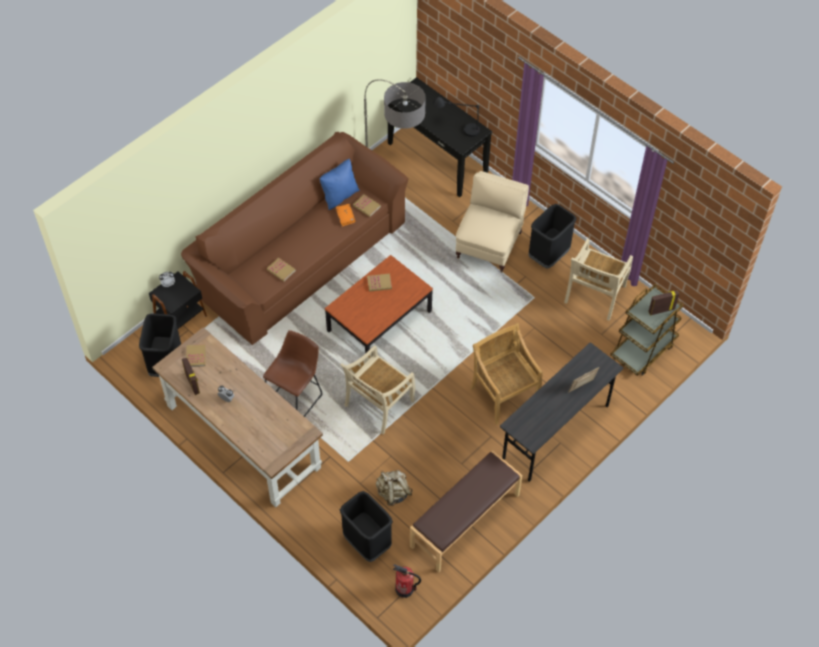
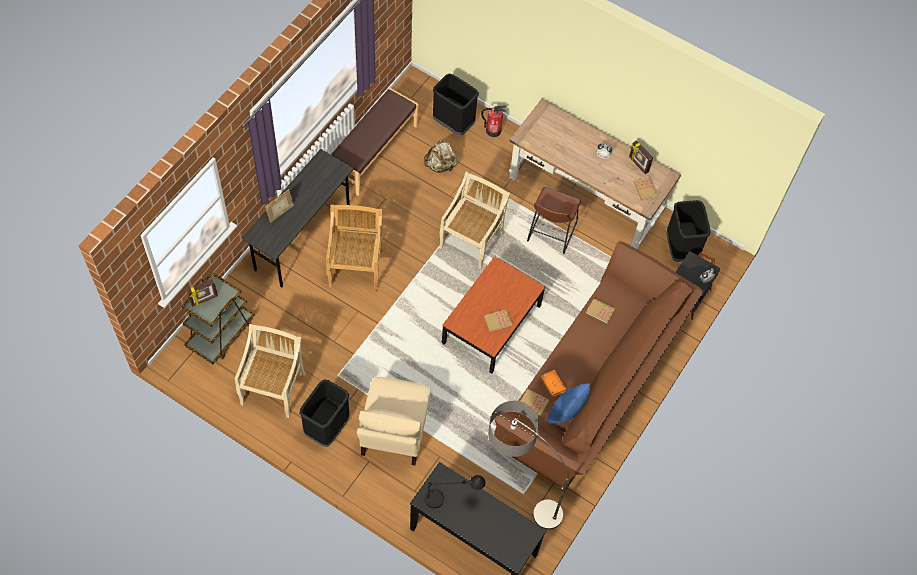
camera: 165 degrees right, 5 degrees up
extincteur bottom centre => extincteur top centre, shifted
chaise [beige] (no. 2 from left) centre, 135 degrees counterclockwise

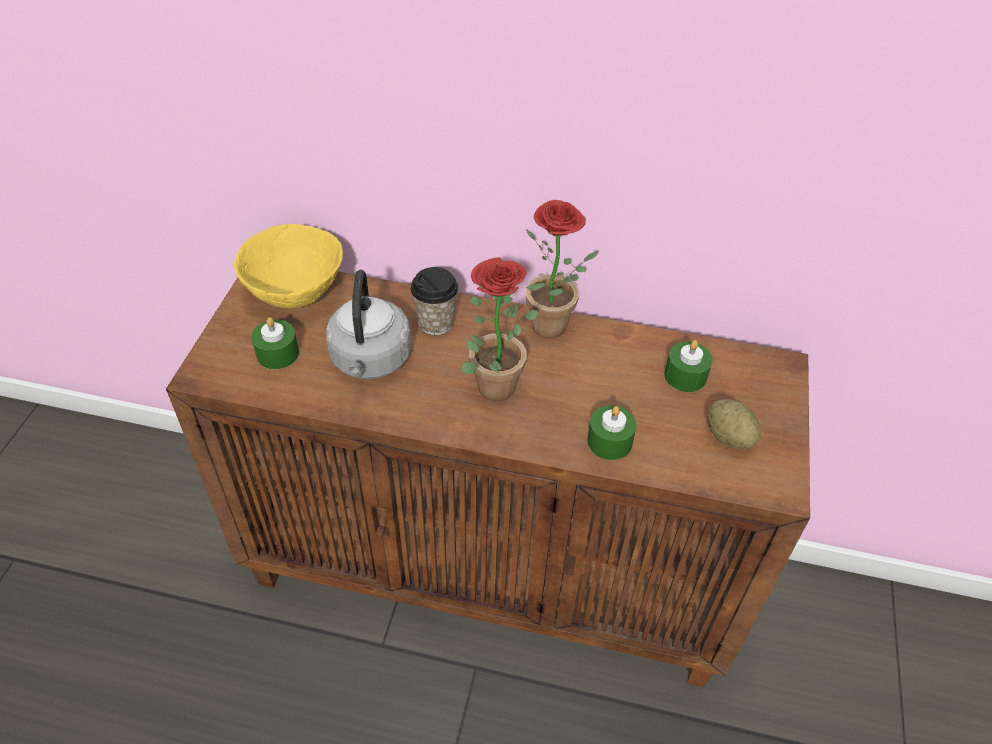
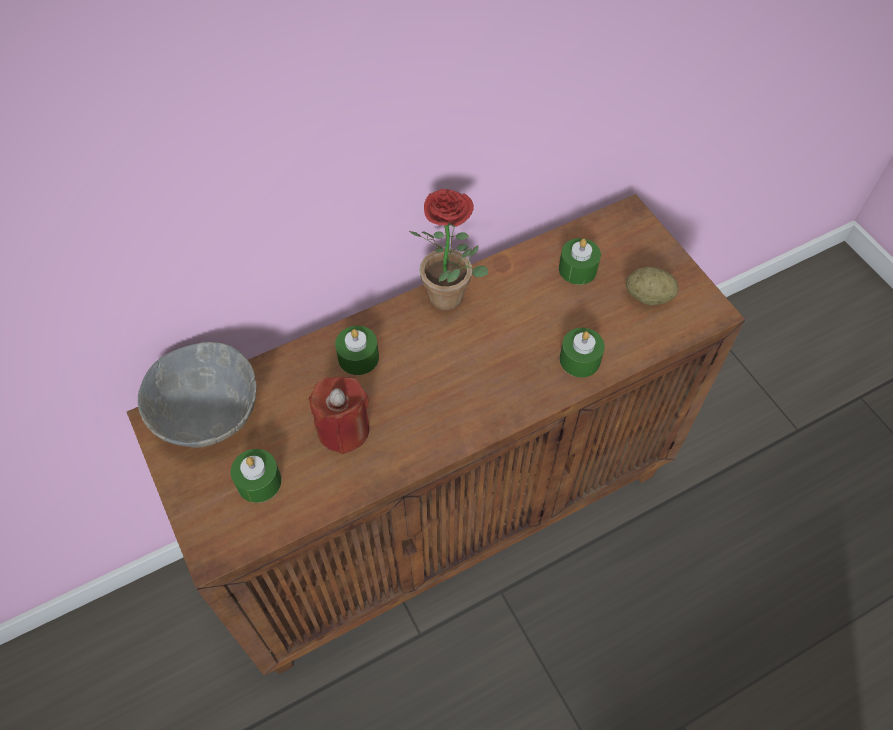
camera: 40 degrees left, 10 degrees up
plante en pot (no. 1 from left) centre => nothing
bouilloire [gris] centre => bougie [rouge] centre
tasse centre => bougie [vert] (no. 2 from left) centre
bol [jaune] middle left => bol [gris] middle left

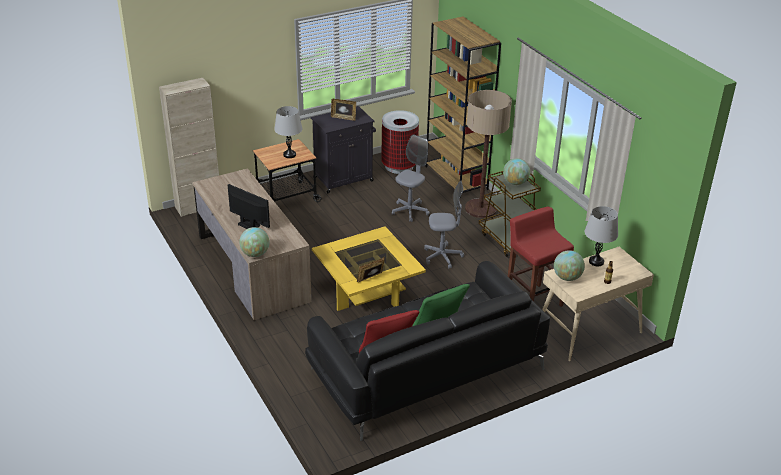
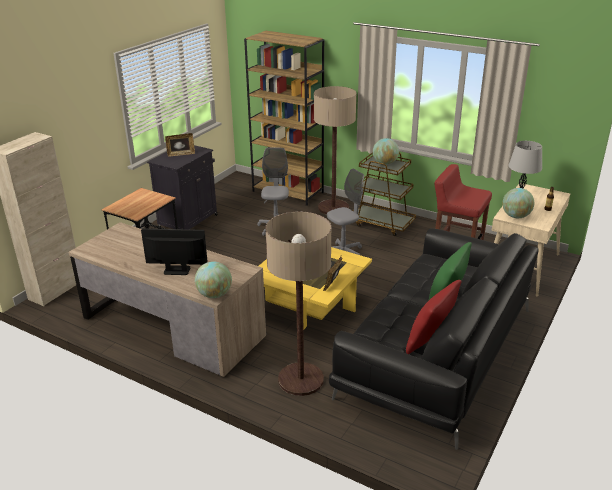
camera: 30 degrees left, 5 degrees down
lampe de table [gris] (no. 1 from left) top centre => nothing
poubelle top centre => nothing
nothing => lampadaire (no. 1 from left) centre

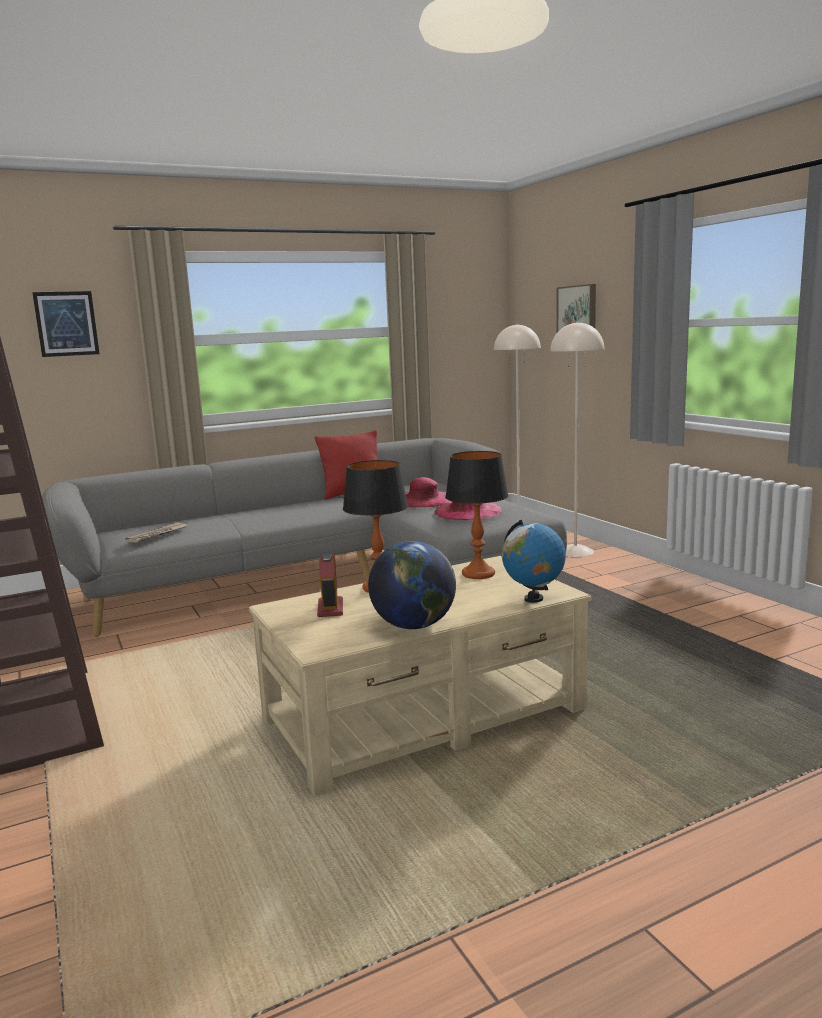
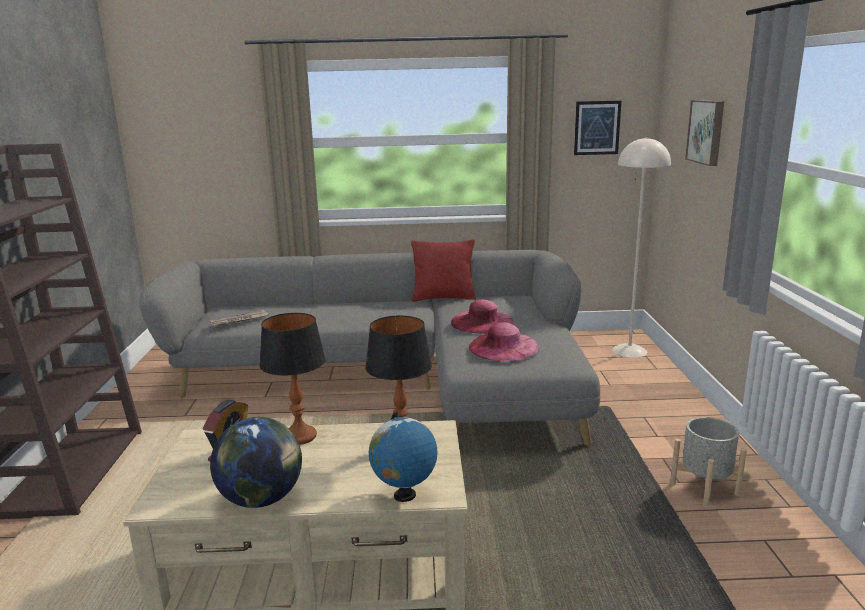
camera: 25 degrees right, 5 degrees up
lampadaire [beige] (no. 2 from left) middle right => nothing
nothing => cache-pot [gris] bottom right
tableau (no. 1 from left) top left => tableau (no. 1 from left) top right, shifted

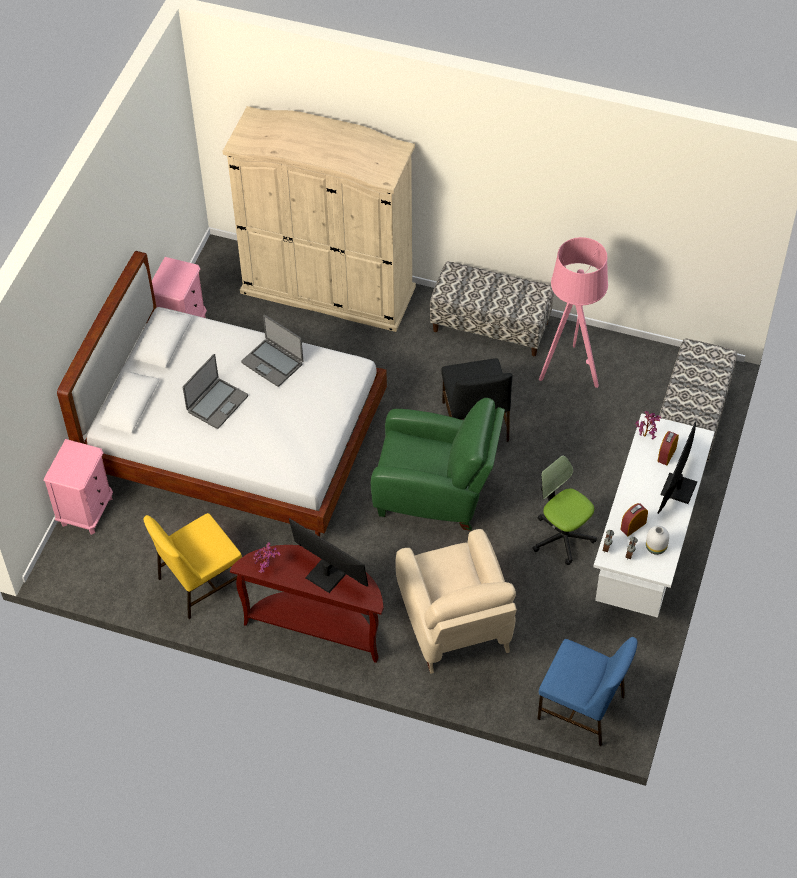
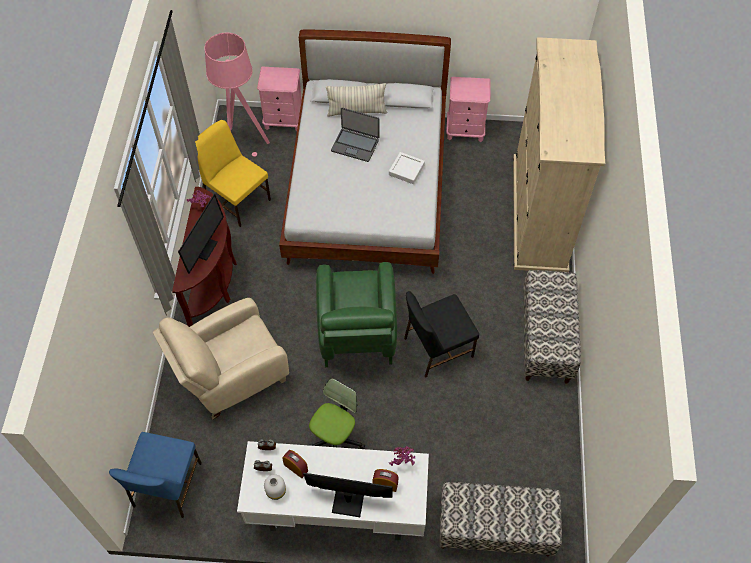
camera: 75 degrees right, 5 degrees up
nothing => coussin top centre
lampadaire [rose] middle right => lampadaire [rose] top left, shifted
ordinateur portable (no. 2 from left) centre => plateau [blanc] top centre

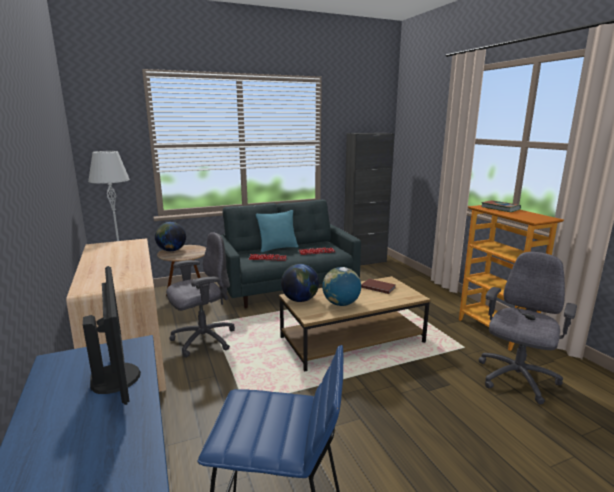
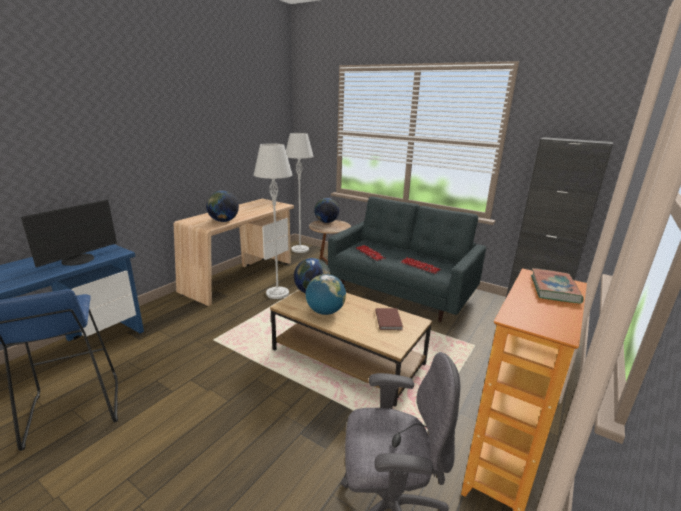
camera: 55 degrees right, 5 degrees up
coussin [turquoise] centre => nothing
nothing => globe (no. 1 from left) middle left
chaise de bureau [gris] (no. 1 from left) middle left => lampadaire [gris] (no. 1 from left) centre

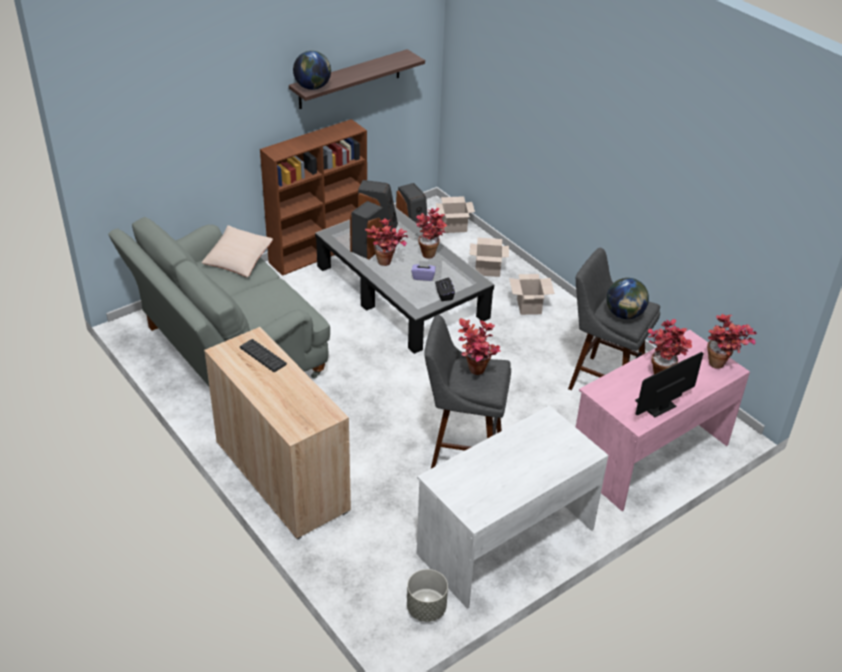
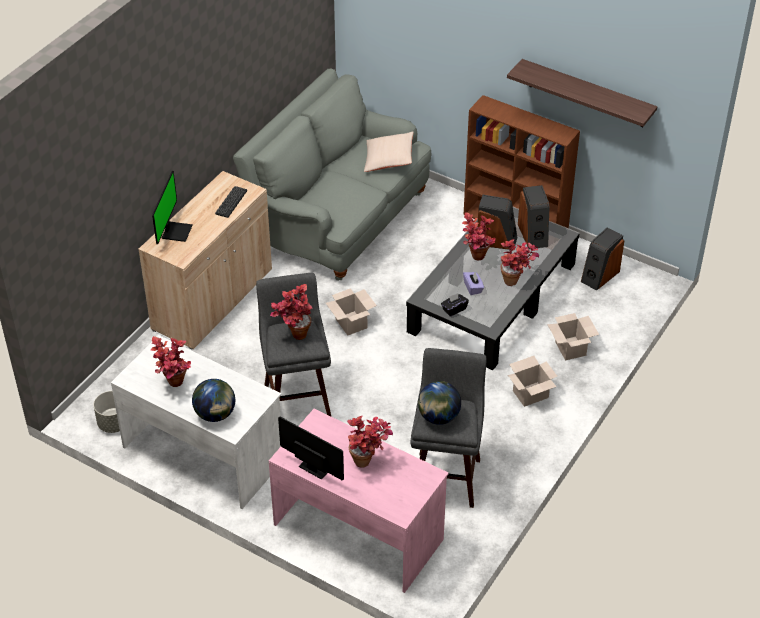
camera: 70 degrees right, 5 degrees up
nothing => écran d'ordinateur (no. 1 from left) middle left
globe (no. 1 from left) top centre => globe (no. 1 from left) middle left, shifted
carton (no. 1 from left) top centre => carton (no. 1 from left) centre, shifted
plante en pot (no. 5 from left in the first image) middle right => plante en pot (no. 1 from left) middle left, shifted

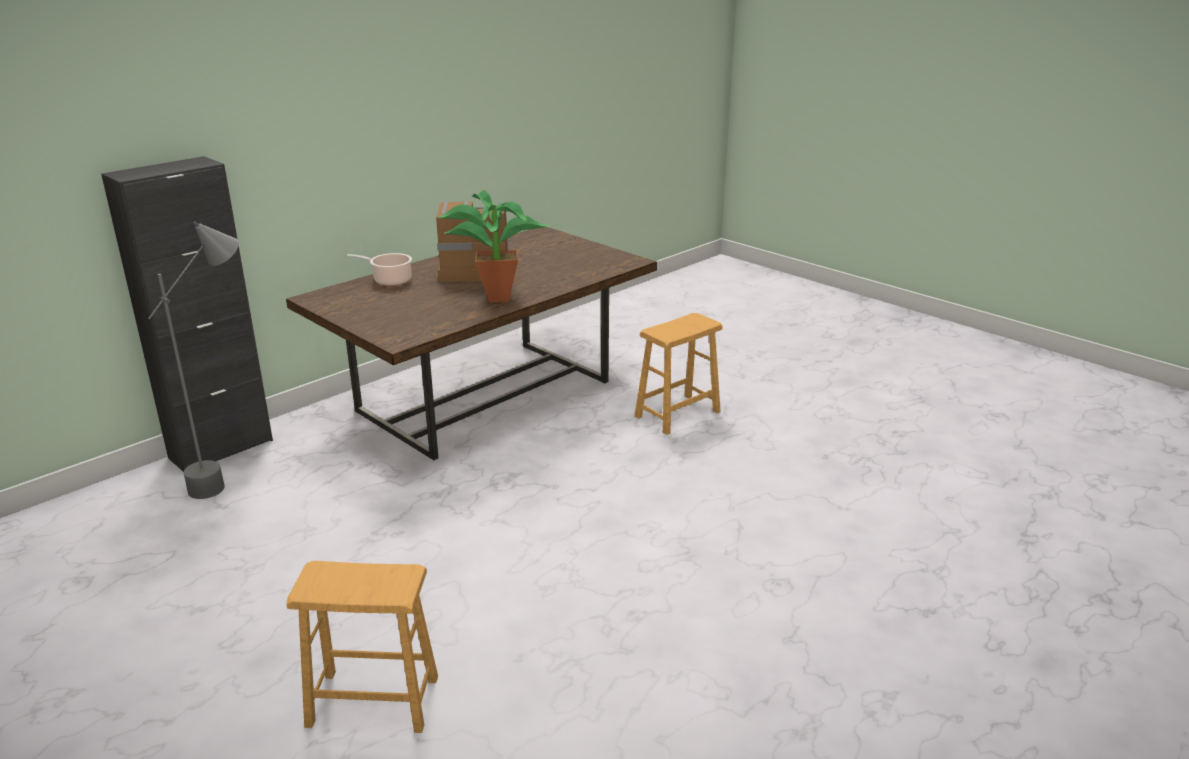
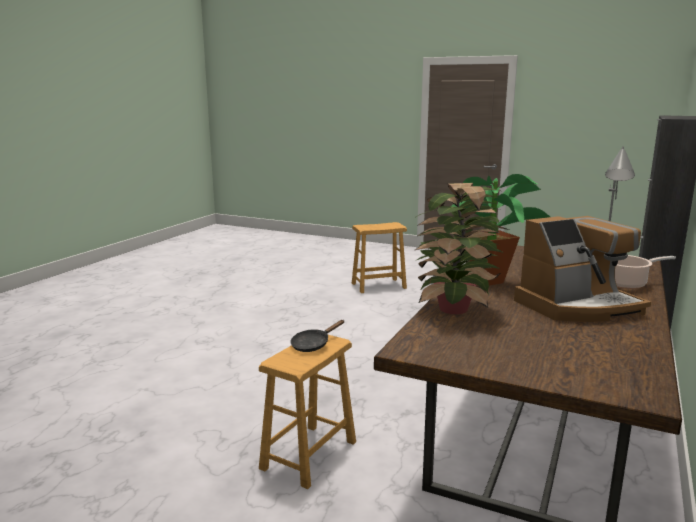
camera: 160 degrees right, 10 degrees down
nothing => poêle [noir] centre
nothing => plante en pot (no. 1 from left) centre

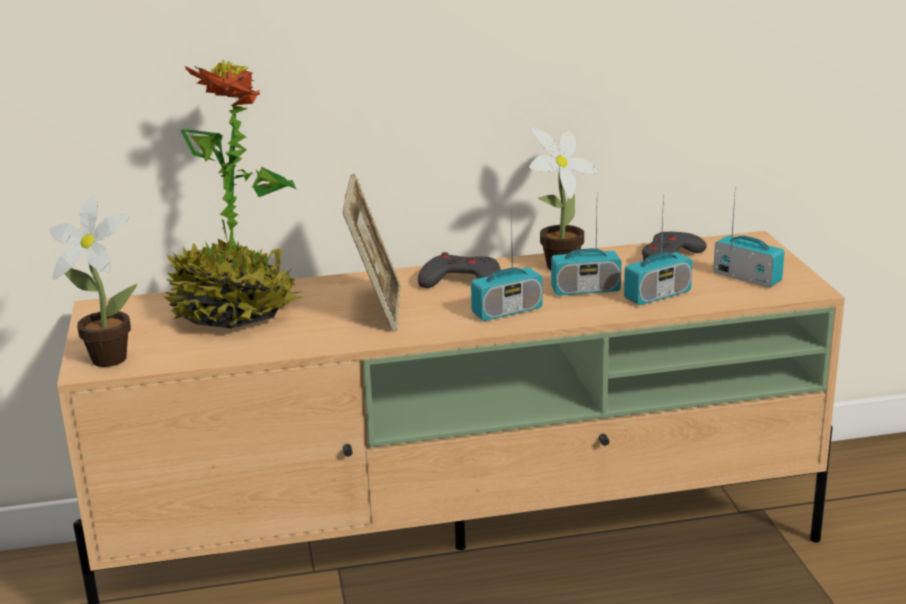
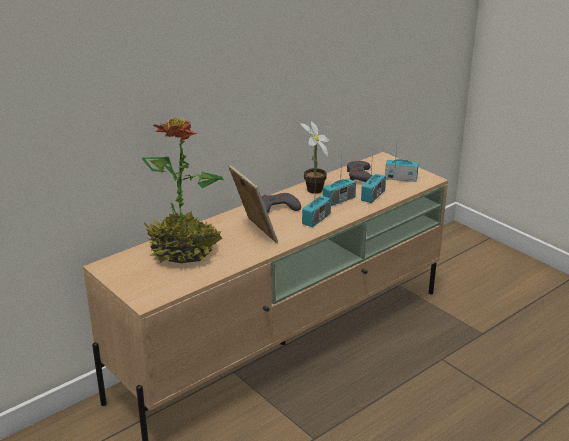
camera: 30 degrees left, 5 degrees up
plante en pot (no. 1 from left) middle left => nothing

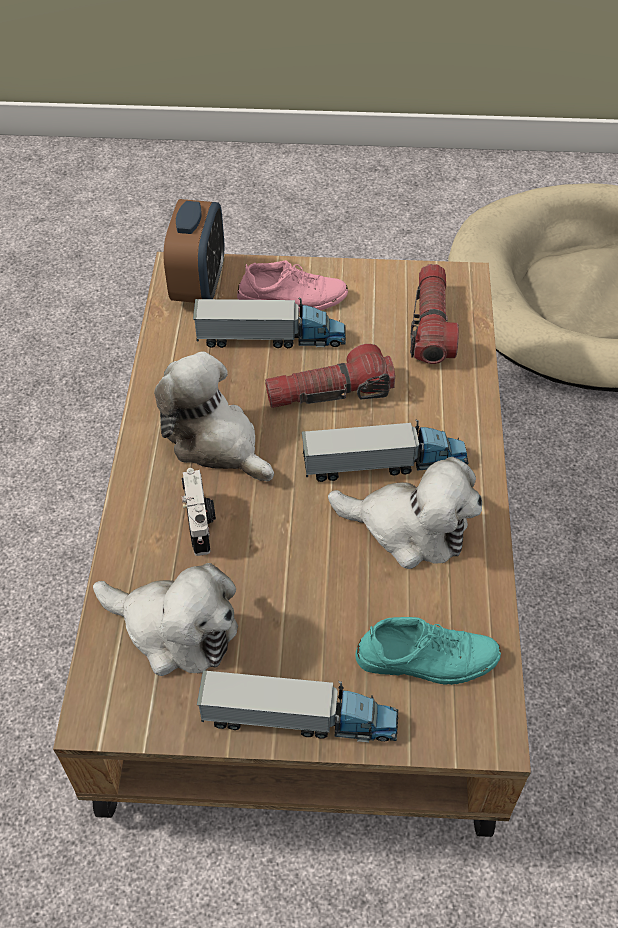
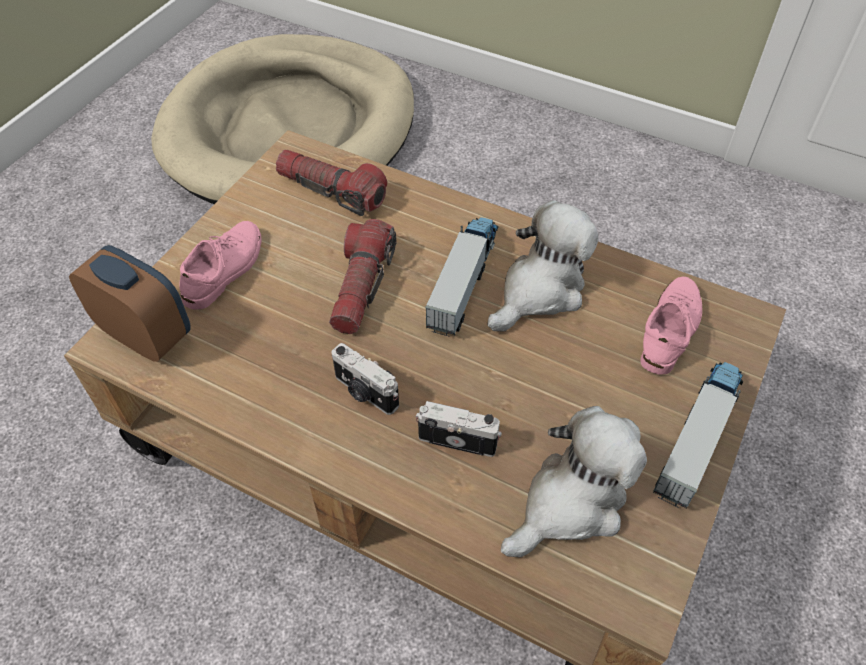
camera: 65 degrees left, 0 degrees up
camion jouet (no. 1 from left) centre => nothing
peluche (no. 2 from left) centre => appareil photo (no. 1 from left) centre
chaussure [turquoise] bottom right => chaussure [rose] (no. 2 from left) middle right

